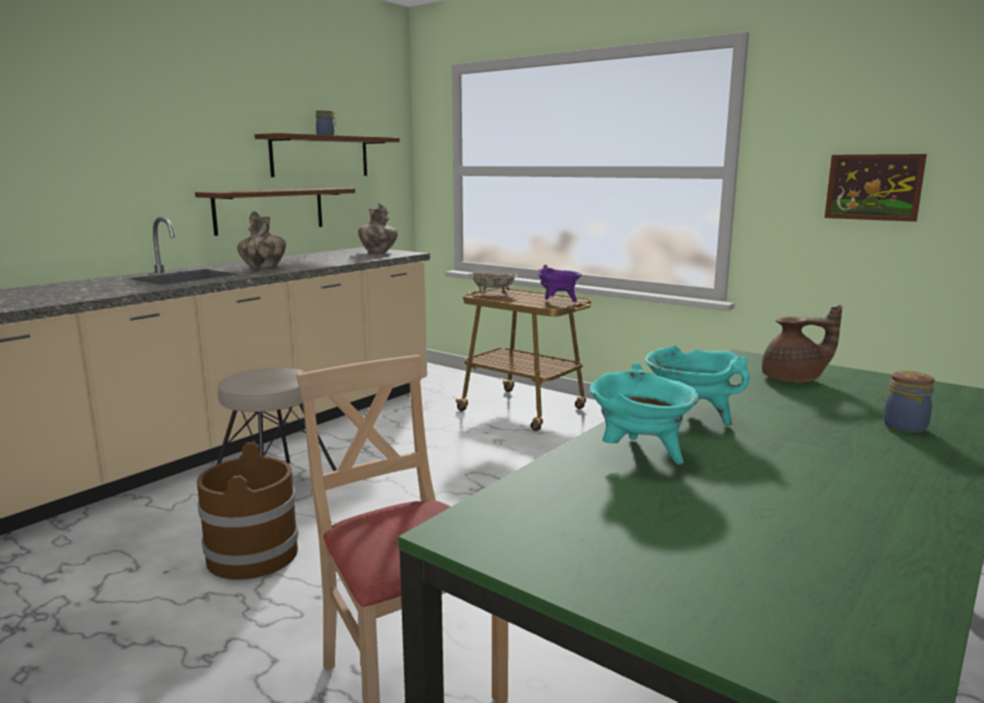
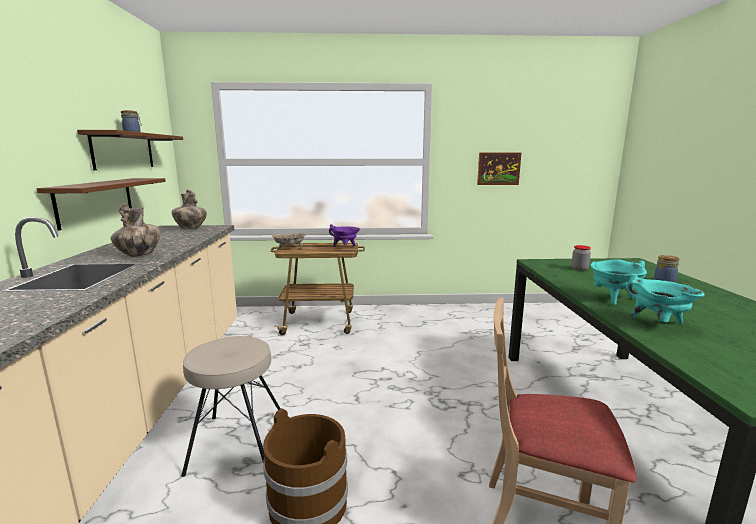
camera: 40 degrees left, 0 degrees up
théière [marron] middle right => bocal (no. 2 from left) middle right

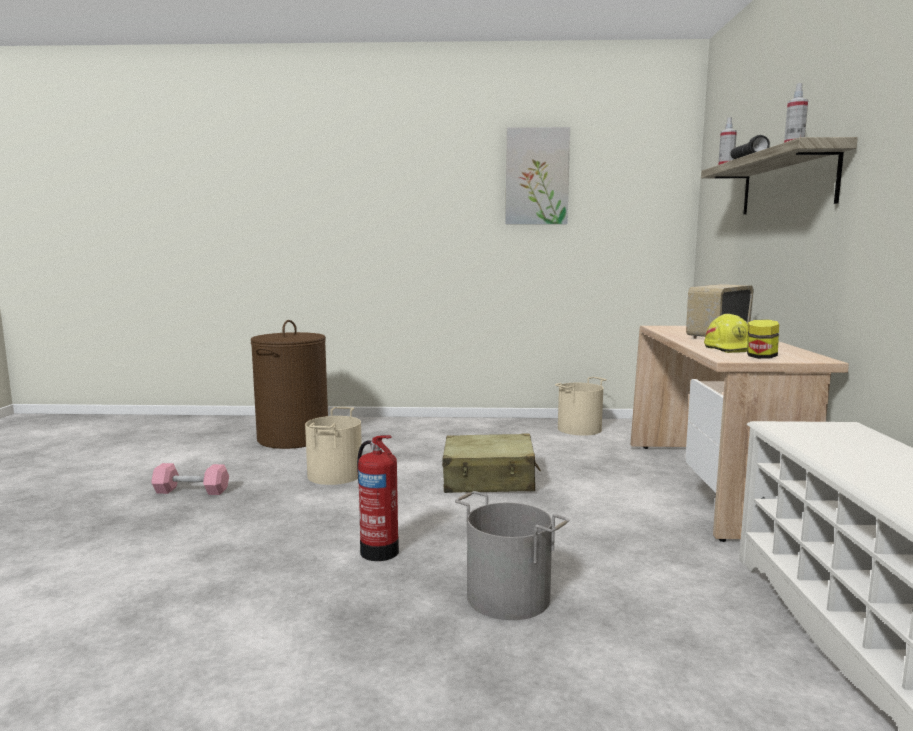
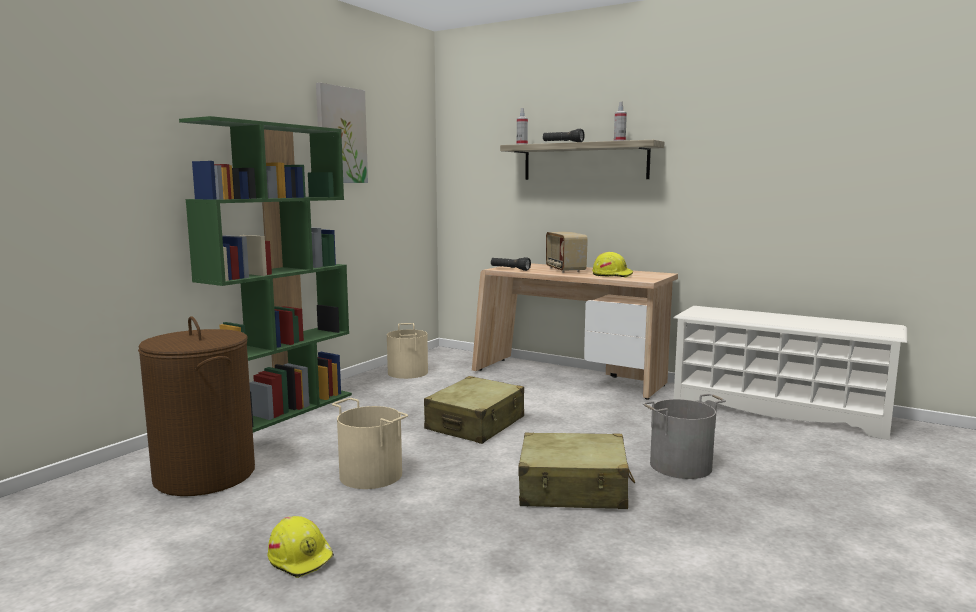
camera: 60 degrees left, 0 degrees up
bocal middle right => nothing
nothing => bibliothèque [vert] middle left
nothing => lampe de poche [noir] (no. 1 from left) centre
haltère [rose] middle left => casque de chantier [jaune] (no. 1 from left) bottom left
extincteur bottom centre => valise [beige] (no. 2 from left) bottom centre

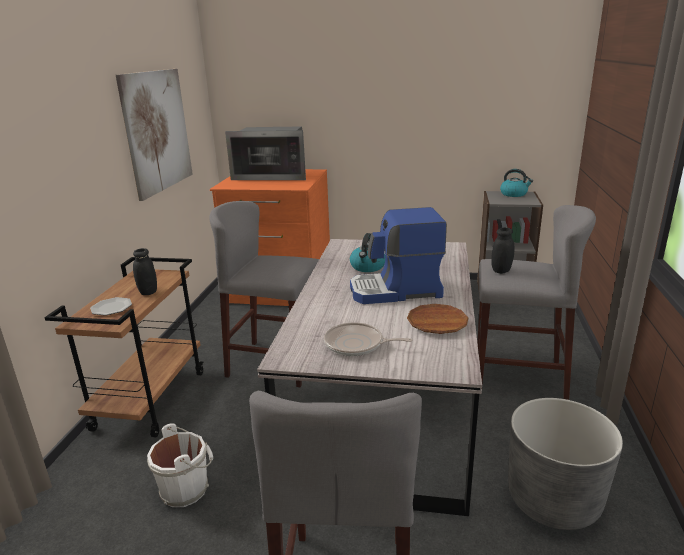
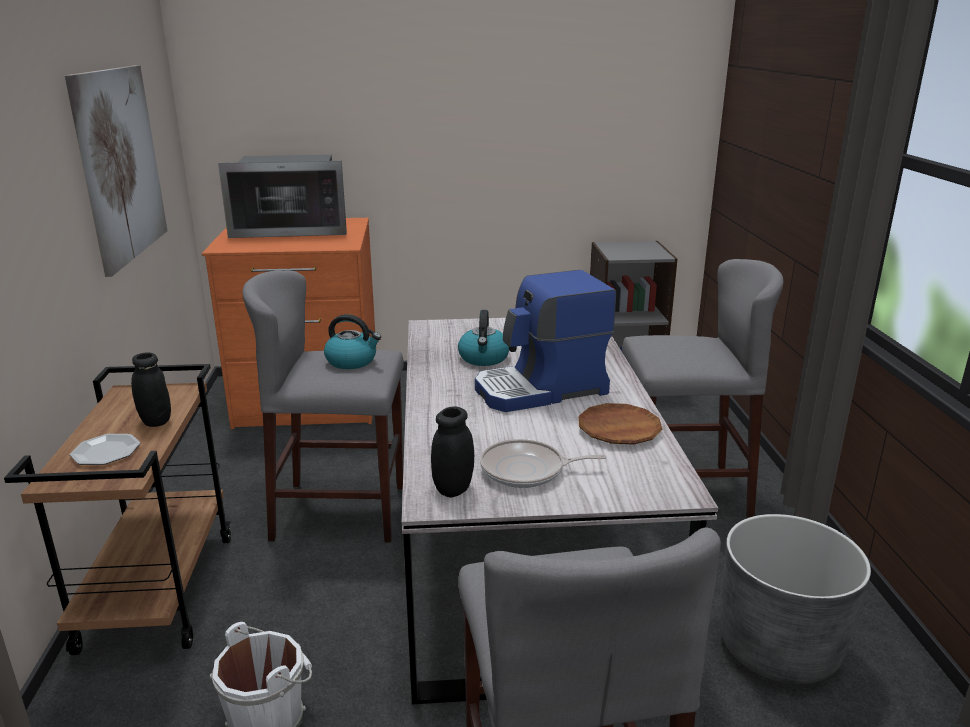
camera: 15 degrees left, 0 degrees up
bocal [noir] (no. 2 from left) middle right => bocal [noir] (no. 2 from left) centre, shifted
bouilloire (no. 2 from left in the first image) top right => bouilloire (no. 1 from left) centre, shifted

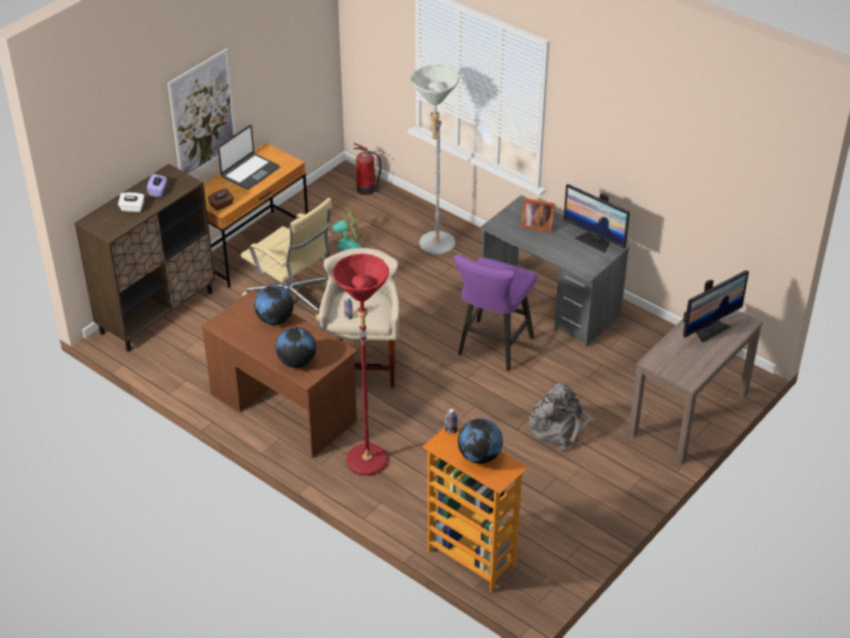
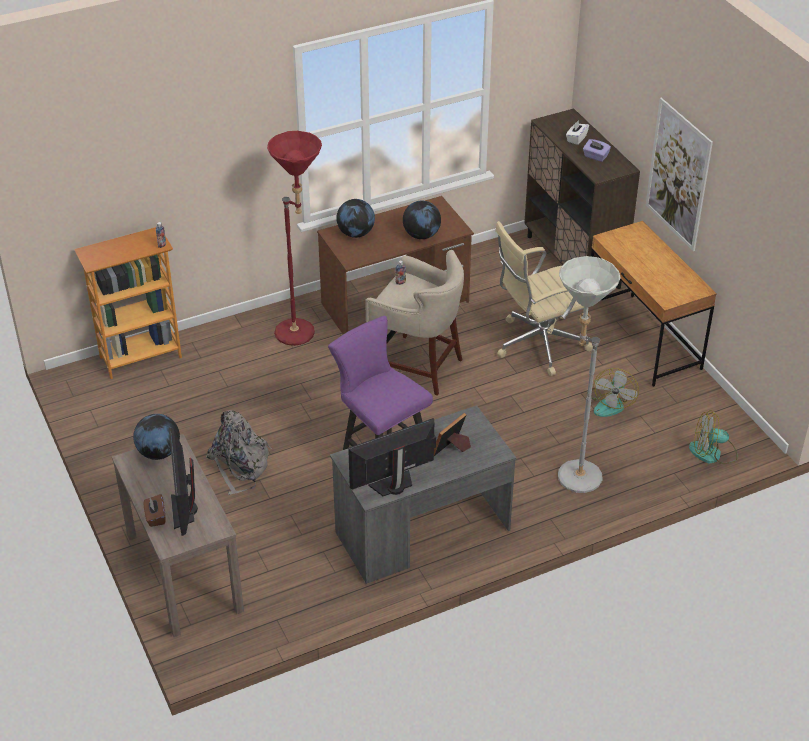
camera: 115 degrees right, 0 degrees up
ordinateur portable top left => nothing
boîte à mouchoirs [marron] top left => boîte à mouchoirs [marron] bottom left, shifted
globe (no. 3 from left in the first image) bottom centre => globe (no. 1 from left) middle left, shifted
extincteur top centre => ventilateur (no. 2 from left) middle right

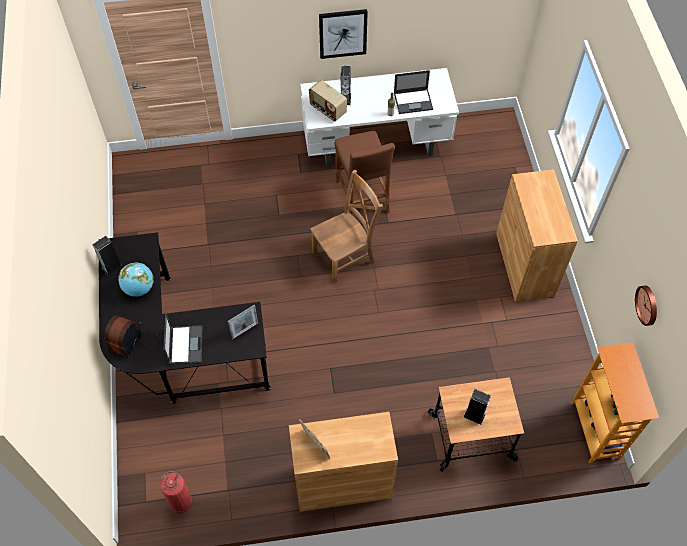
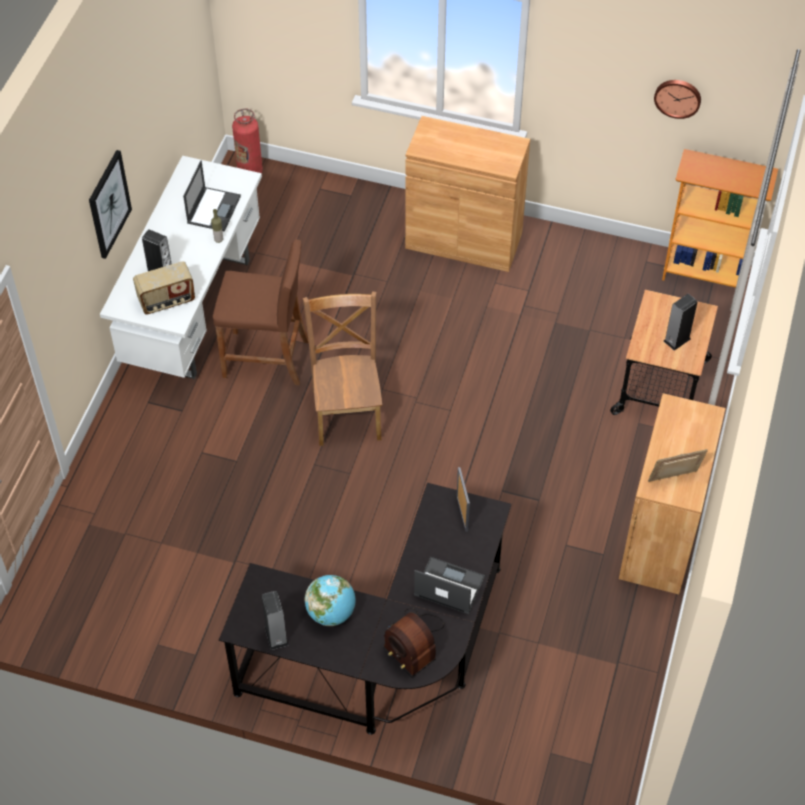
camera: 65 degrees left, 5 degrees down
extincteur bottom left => extincteur top left, shifted

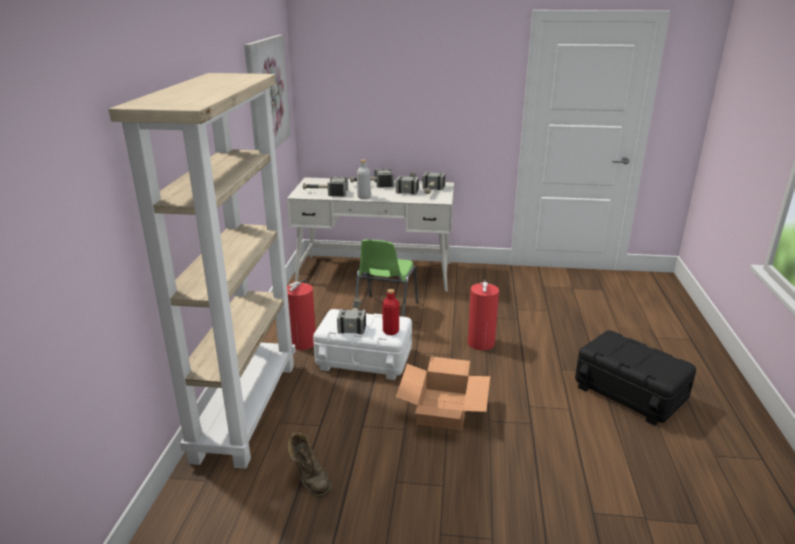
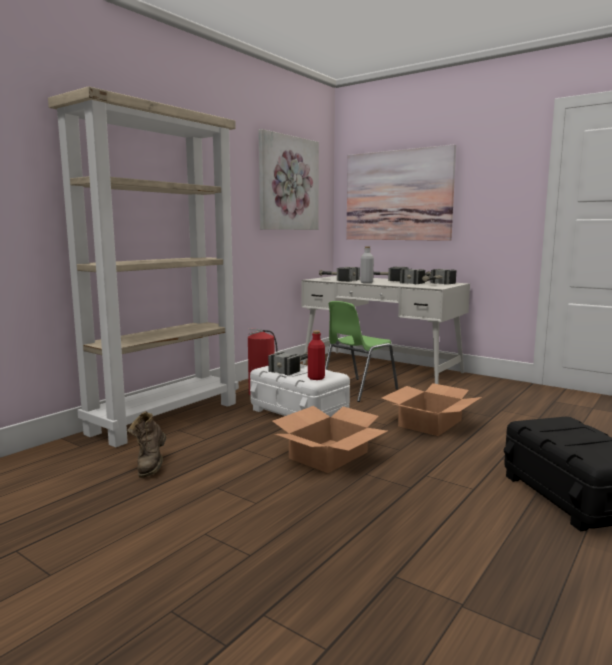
camera: 30 degrees right, 15 degrees down
nothing => tableau (no. 2 from left) top centre
extincteur (no. 2 from left) centre => carton (no. 2 from left) middle right

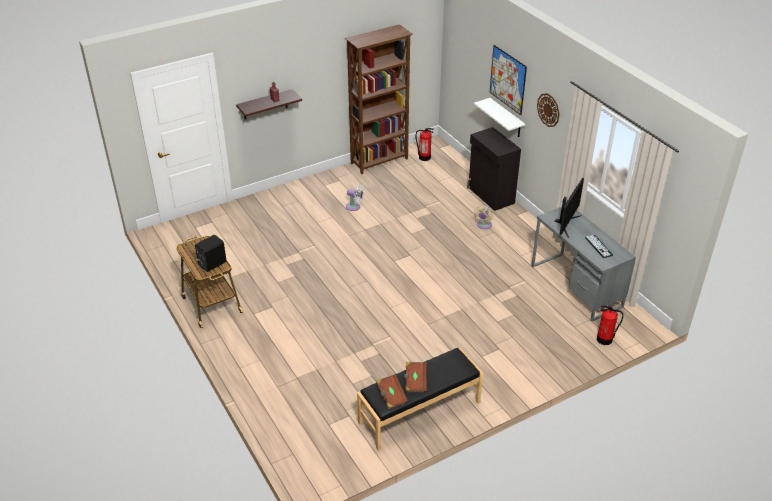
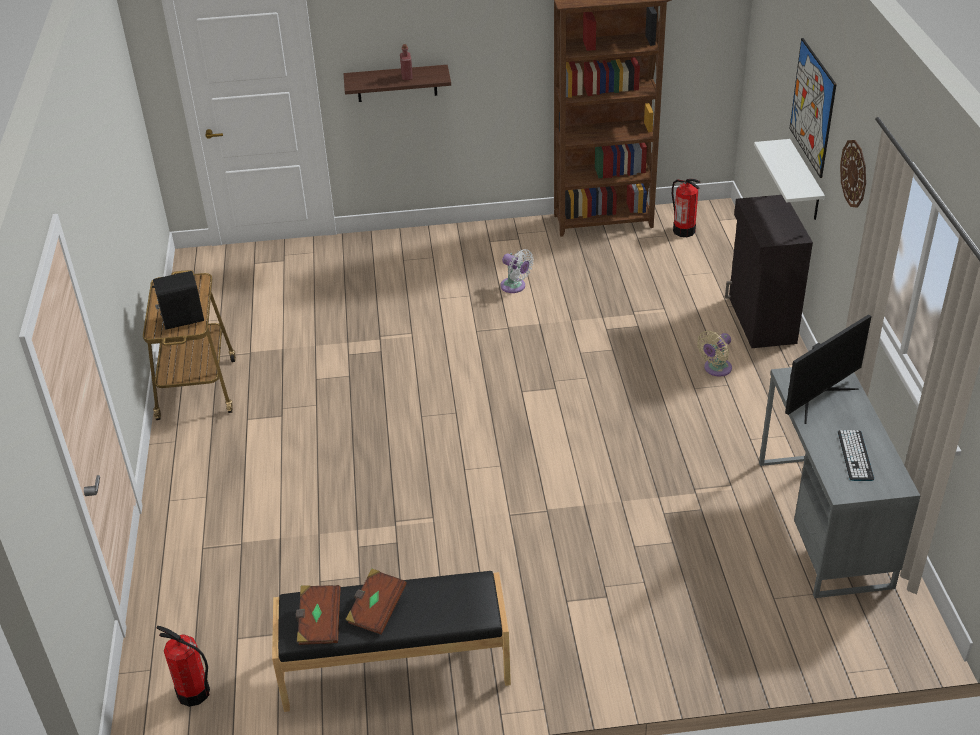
camera: 25 degrees right, 0 degrees up
extincteur (no. 2 from left in the first image) middle right => extincteur (no. 1 from left) bottom left, shifted

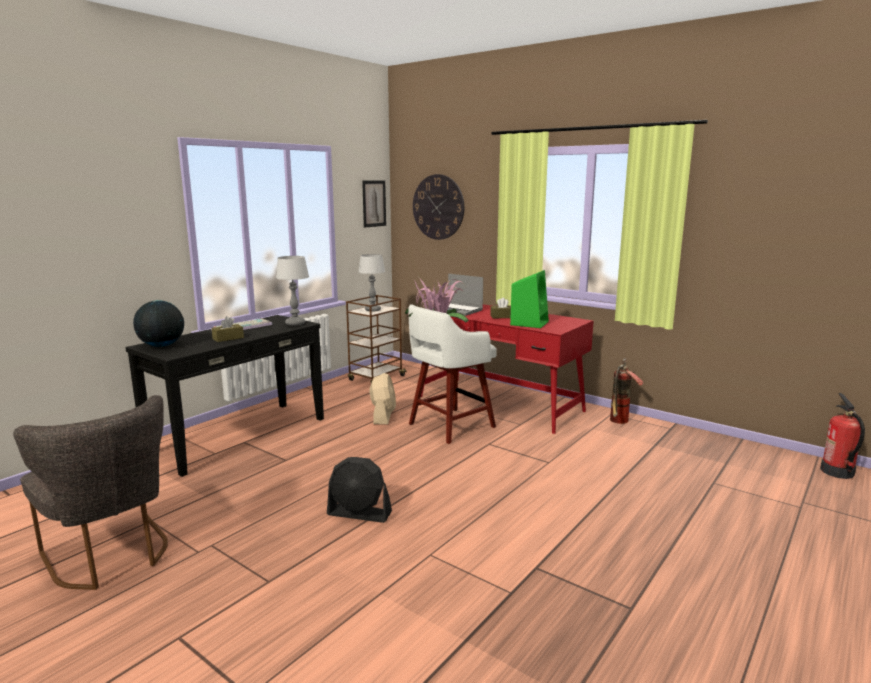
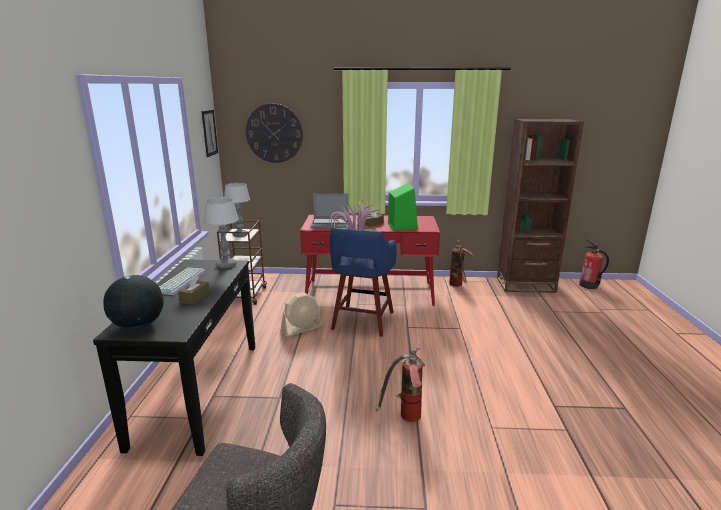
camera: 35 degrees left, 5 degrees up
nothing => bibliothèque [marron] middle right
ventilateur [noir] bottom centre => extincteur (no. 1 from left) bottom centre
tabouret [blanc] centre => tabouret [bleu] centre
ventilateur [beige] centre, 90 degrees clockwise

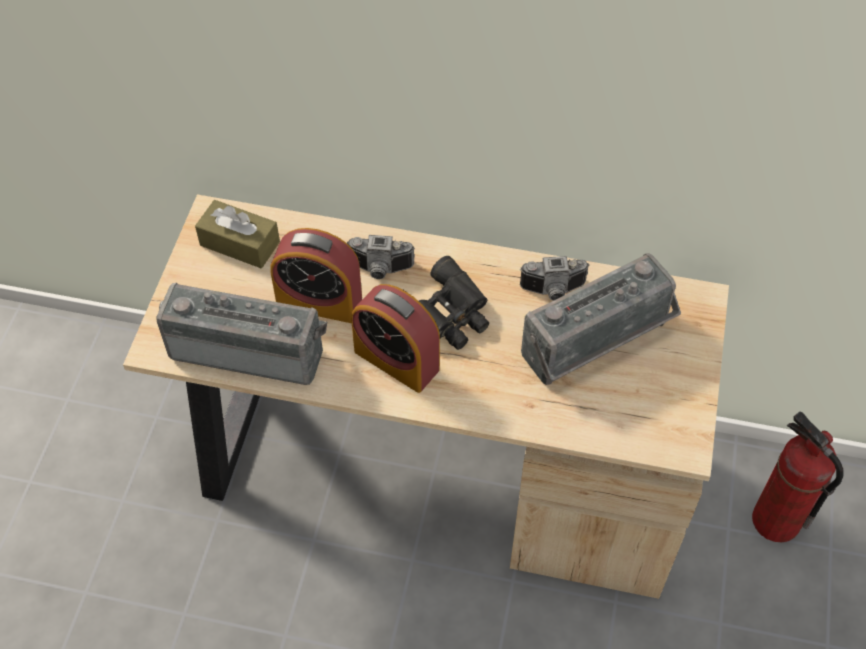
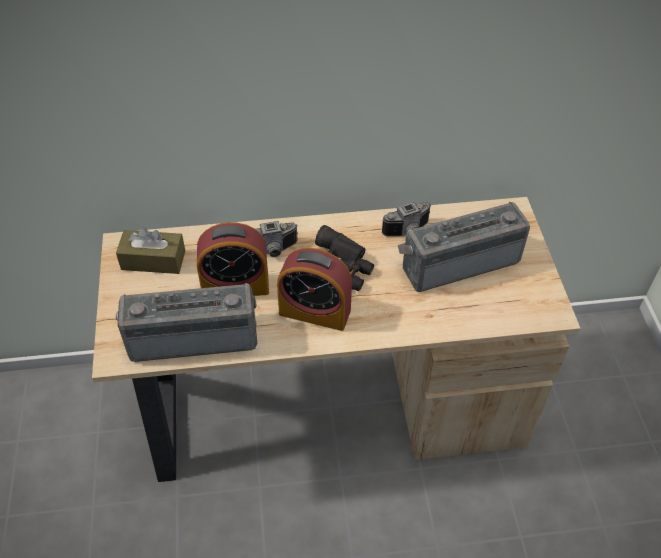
camera: 20 degrees left, 5 degrees down
extincteur bottom right => nothing
radio (no. 2 from left) middle right, 150 degrees counterclockwise

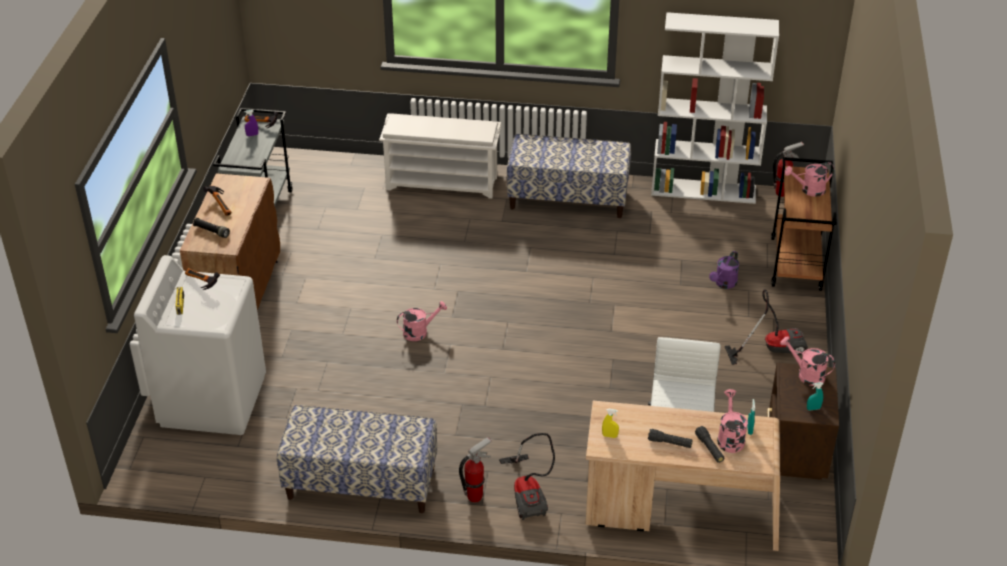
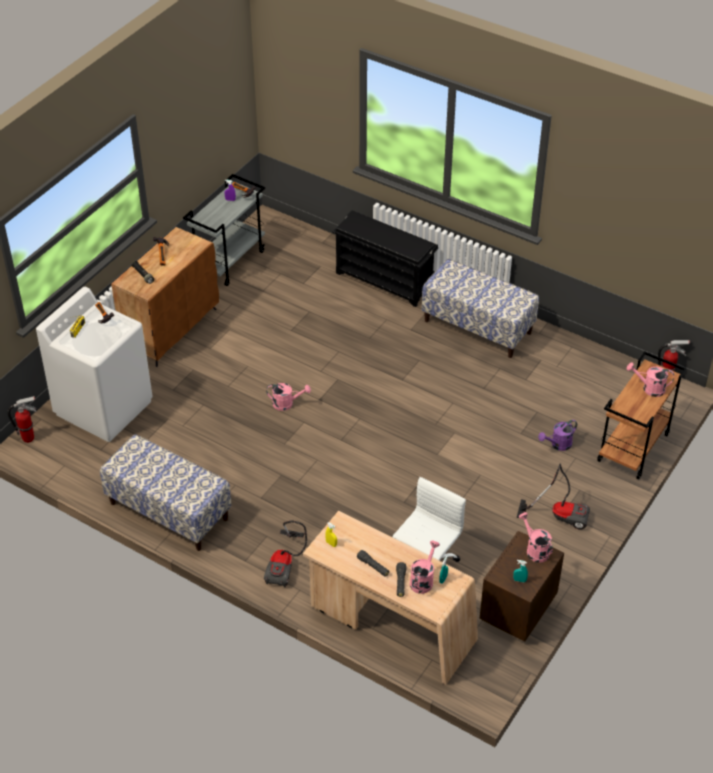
camera: 25 degrees right, 5 degrees up
bibliothèque [blanc] top right => nothing
extincteur (no. 1 from left) bottom centre => extincteur (no. 1 from left) middle left, shifted
étagère à chaussures [blanc] top centre => étagère à chaussures [noir] centre

